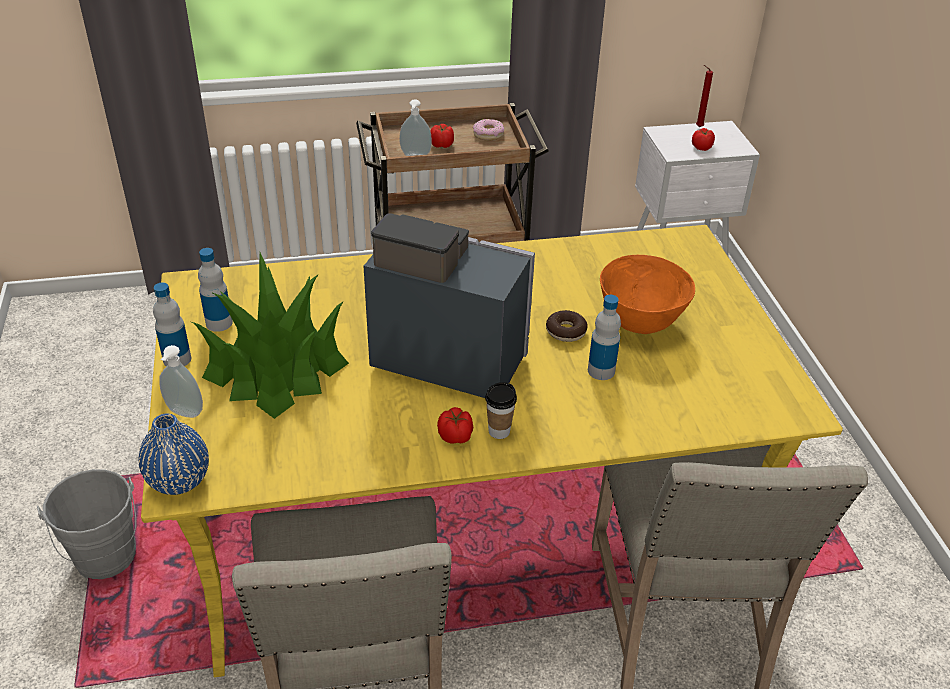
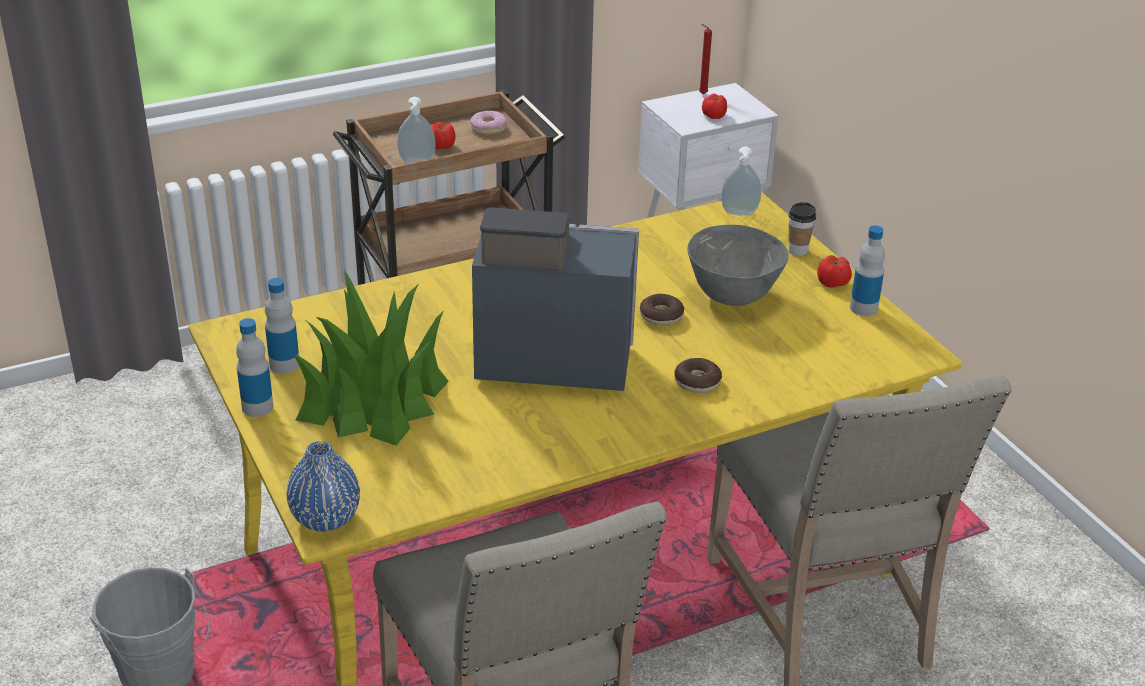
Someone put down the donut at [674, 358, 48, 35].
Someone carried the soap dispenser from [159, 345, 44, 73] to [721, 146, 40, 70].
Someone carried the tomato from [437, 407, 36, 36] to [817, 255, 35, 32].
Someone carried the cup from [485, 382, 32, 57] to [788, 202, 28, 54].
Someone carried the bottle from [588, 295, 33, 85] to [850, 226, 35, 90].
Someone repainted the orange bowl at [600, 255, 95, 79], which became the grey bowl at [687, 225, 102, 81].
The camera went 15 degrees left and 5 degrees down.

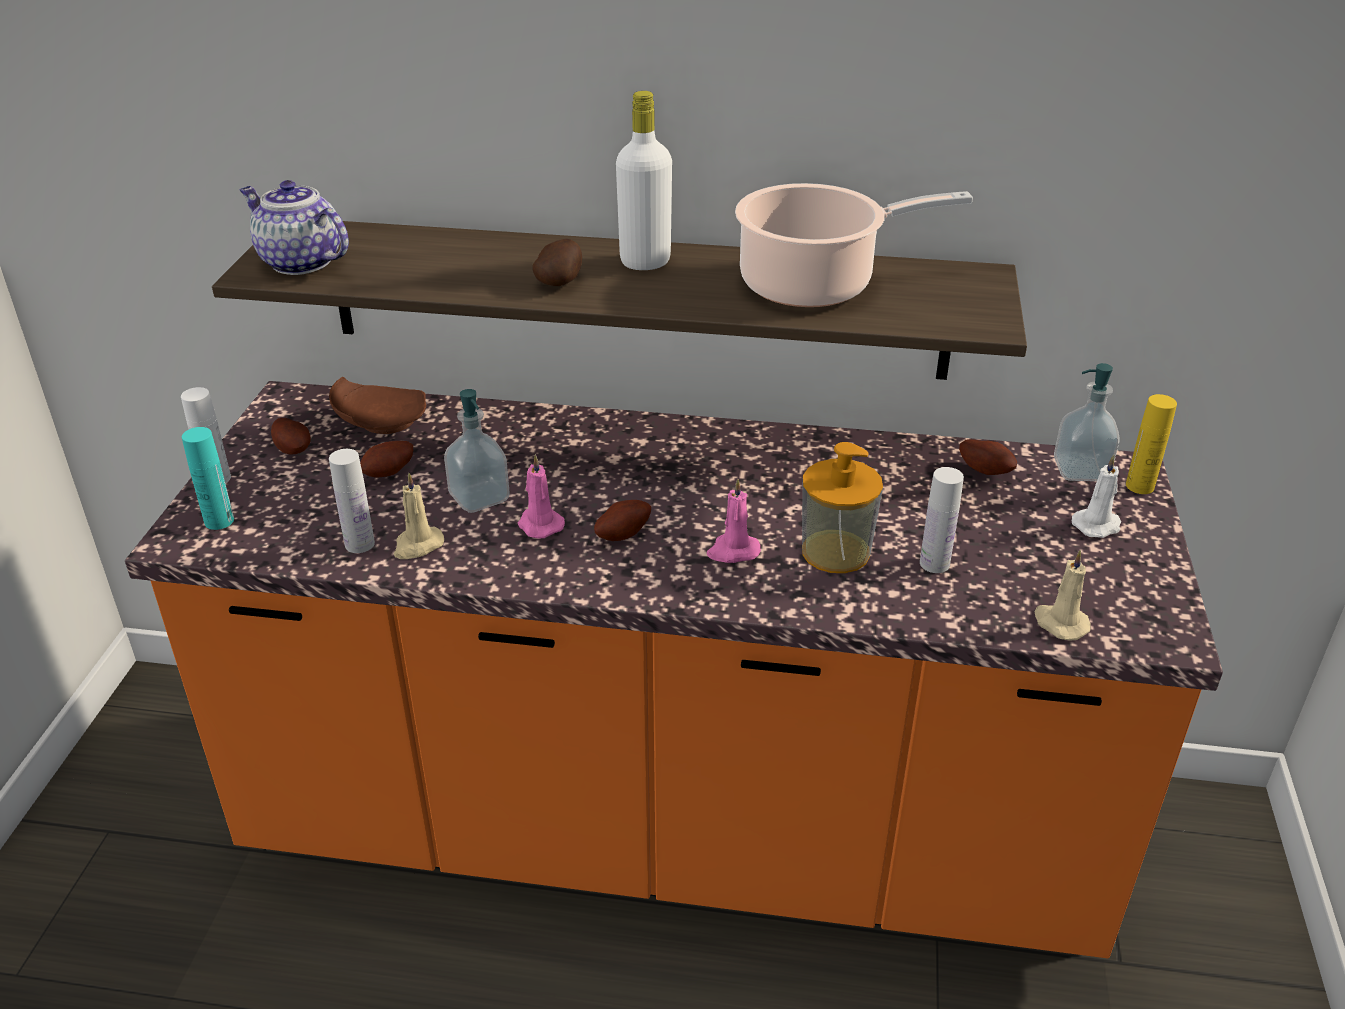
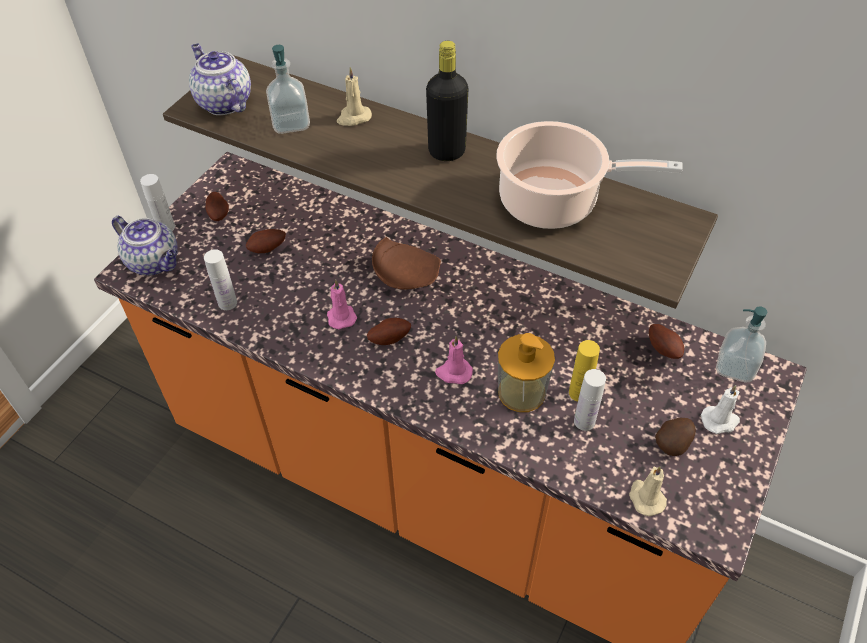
Someone carried the brown plate from [329, 377, 97, 57] to [372, 237, 69, 53].
Someone carried the beige candle from [394, 473, 50, 86] to [337, 67, 35, 59].
Someone carried the soap dispenser from [444, 389, 65, 124] to [266, 45, 44, 89].
Someone carried the potato from [532, 239, 50, 47] to [655, 418, 41, 38].
Someone carried the yellow bottle from [1126, 394, 51, 100] to [569, 340, 31, 61].
Someone swapped the turquoise bottle at [182, 427, 52, 103] for the teapot at [112, 216, 66, 60].
Someone repainted the white bottle at [616, 91, 56, 179], which became the black bottle at [426, 41, 42, 120].
The camera went 20 degrees right and 15 degrees up.

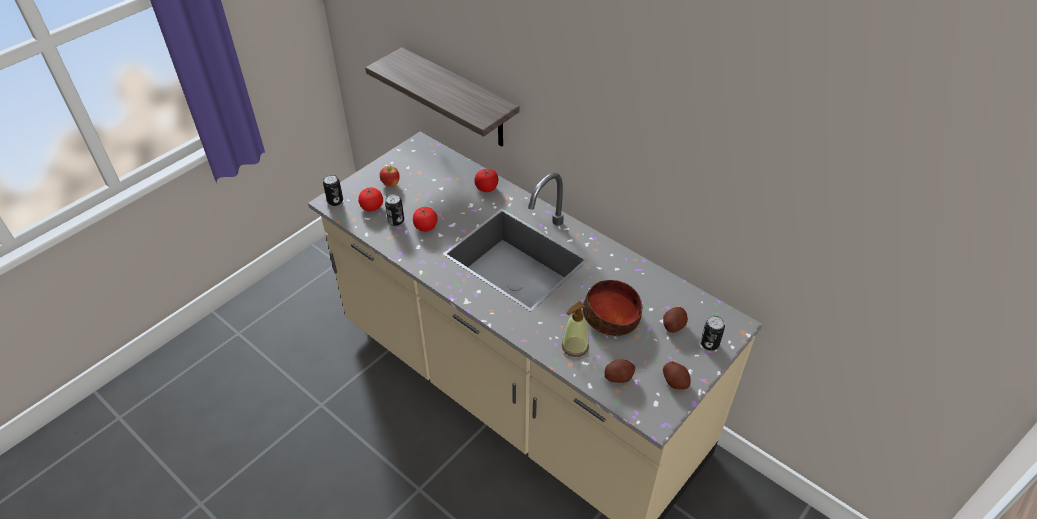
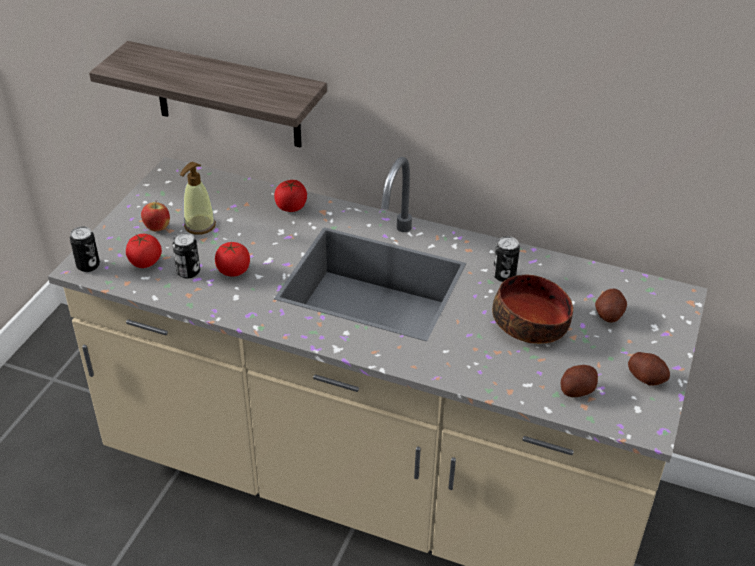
Someone carried the soap dispenser from [562, 301, 27, 56] to [180, 162, 36, 73].
Someone carried the can from [700, 316, 25, 35] to [493, 236, 27, 46].
The camera went 20 degrees left and 5 degrees down.

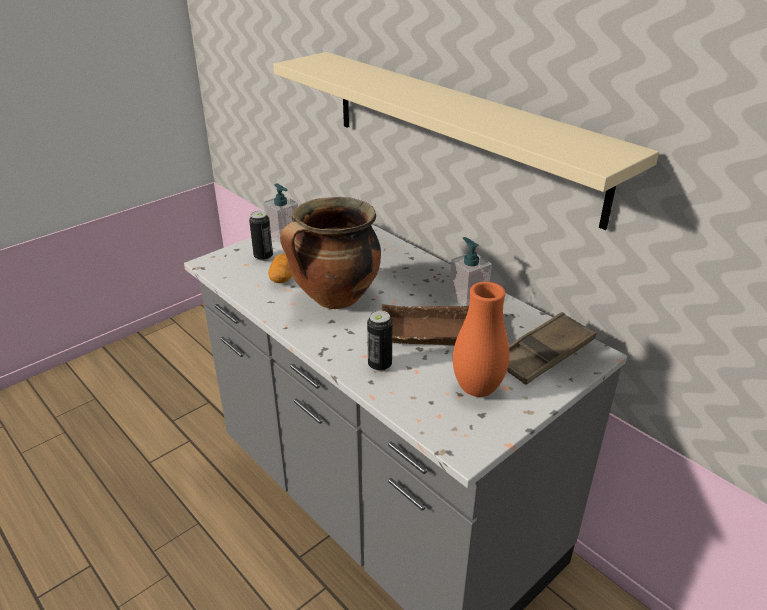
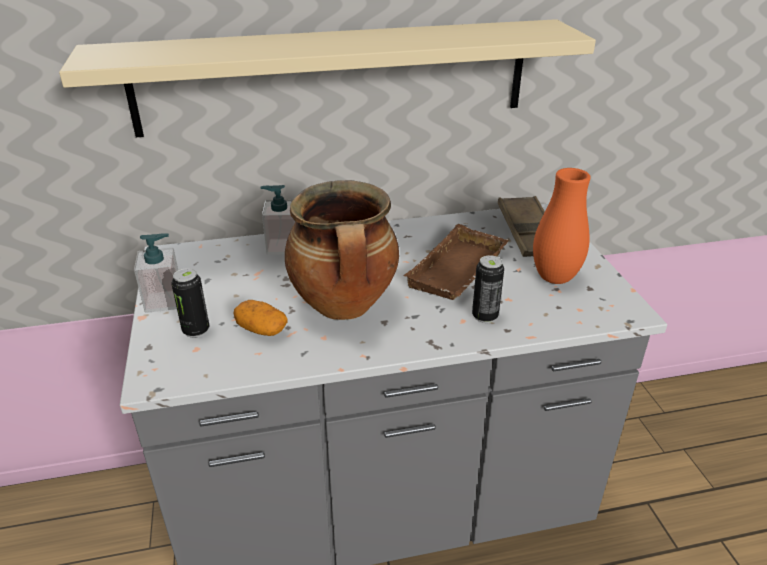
Someone carried the soap dispenser from [449, 237, 43, 69] to [260, 185, 36, 70].
The camera went 60 degrees left and 0 degrees up.

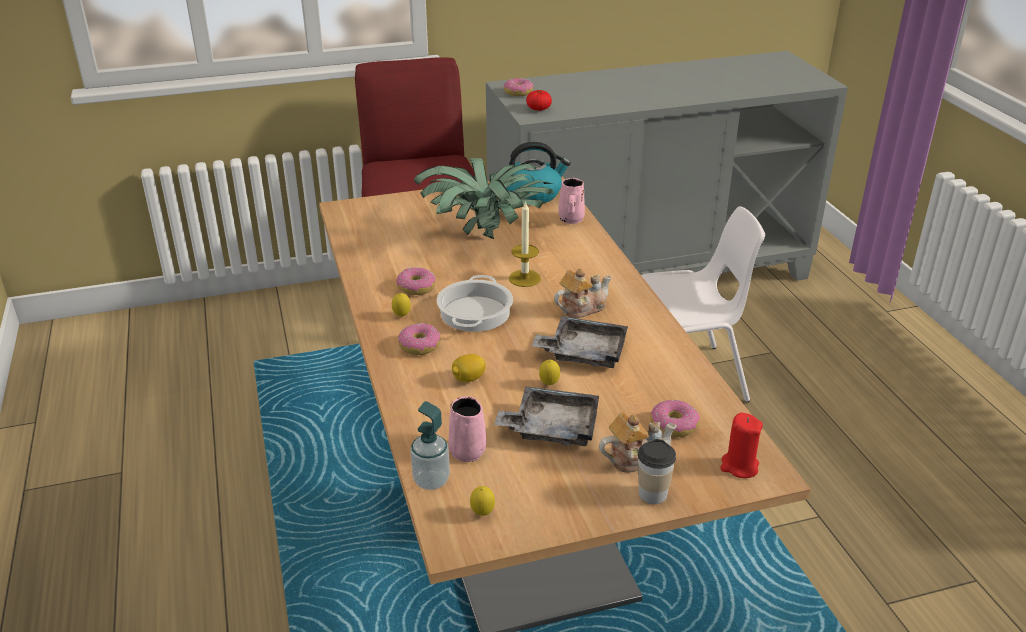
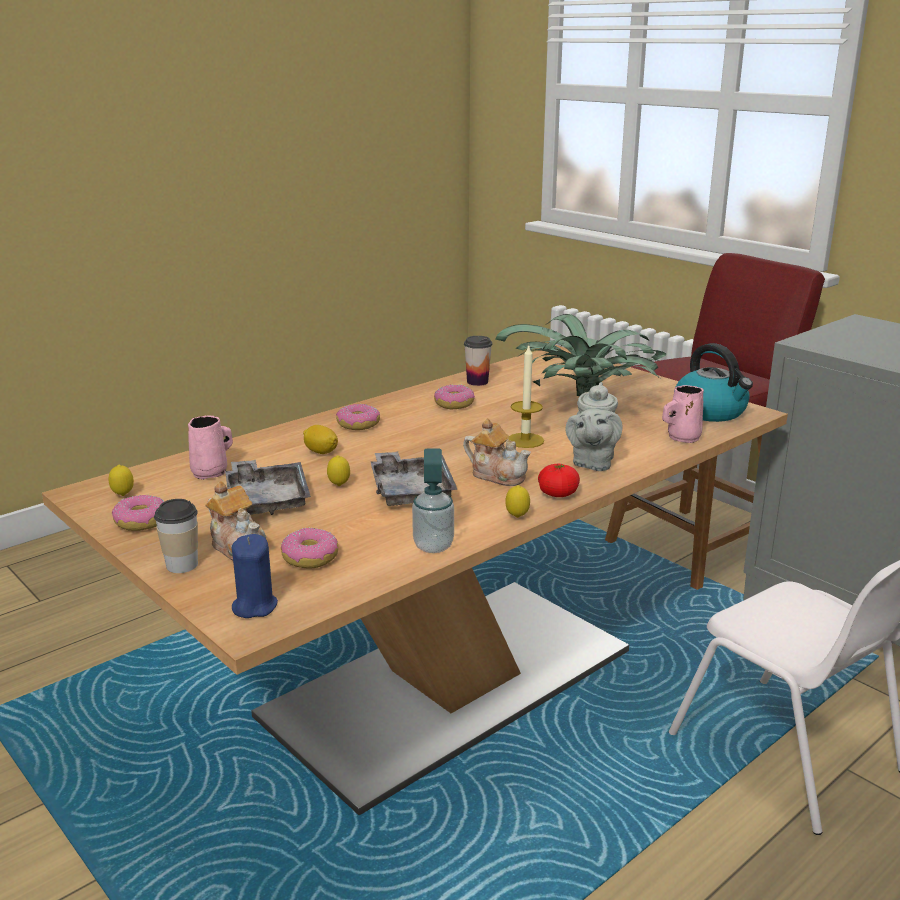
Someone took away the cooking pot at [437, 275, 76, 57].
Someone put down the cup at [464, 336, 28, 50].
Someone put down the grey teapot at [566, 382, 57, 89].
Someone carried the lemon from [392, 293, 19, 24] to [505, 485, 25, 33].
Someone carried the soap dispenser from [410, 401, 40, 89] to [412, 448, 42, 105].
Someone carried the donut from [504, 78, 30, 18] to [112, 495, 53, 36].
Someone carried the tomato from [526, 90, 26, 21] to [538, 463, 42, 34].
Someone repainted the red candle at [721, 413, 42, 65], which became the blue candle at [232, 534, 46, 84].
The camera went 65 degrees right and 10 degrees down.

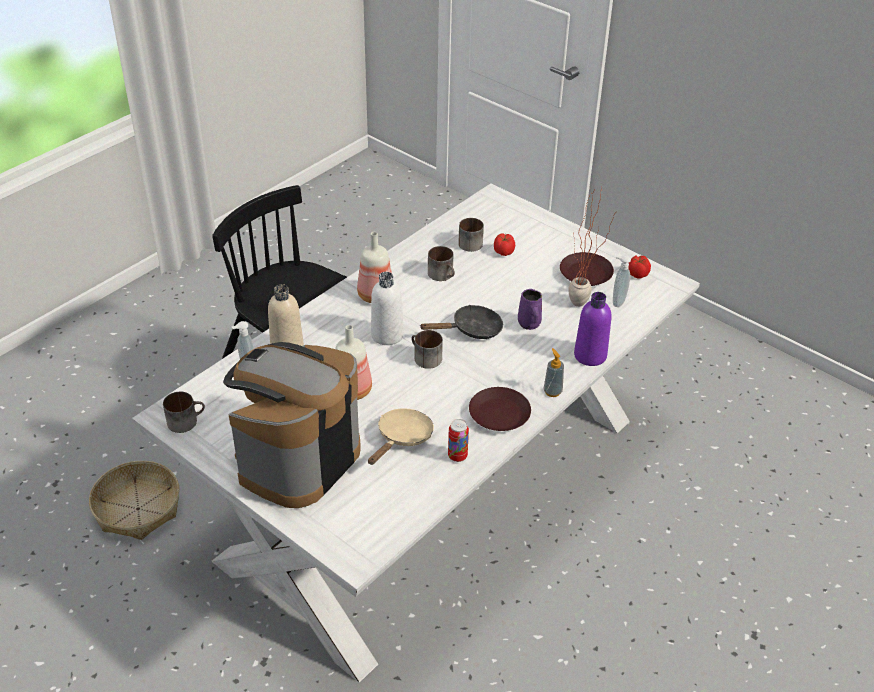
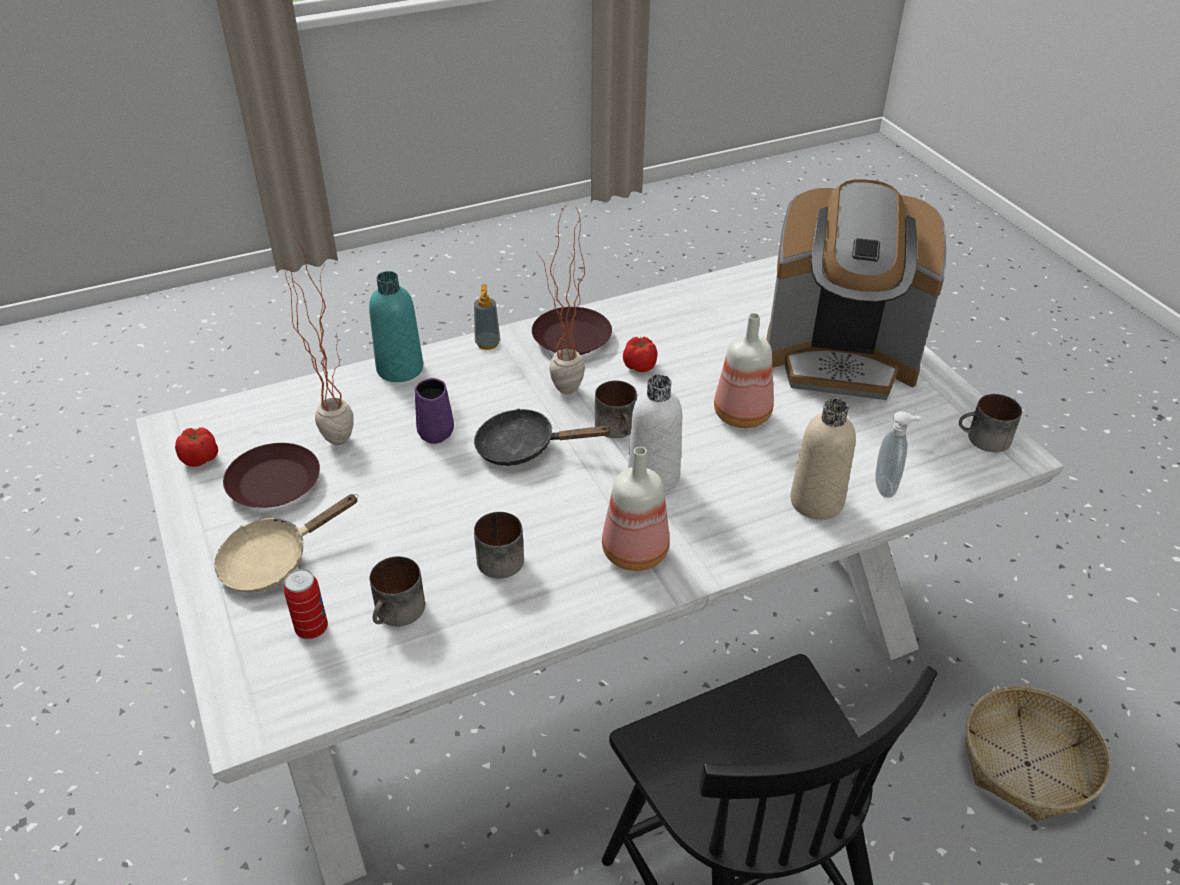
Someone took away the soap dispenser at [613, 255, 18, 52].
Someone put down the potted plant at [538, 204, 47, 190].
Someone carried the beige frying pan from [368, 408, 66, 57] to [215, 494, 143, 99].
Someone carried the can from [448, 419, 21, 43] to [283, 569, 45, 70].
Someone carried the tomato from [494, 233, 21, 23] to [623, 337, 34, 35].
Someone repainted the purple bottle at [574, 292, 37, 74], which became the turquoise bottle at [369, 271, 54, 111].
Someone rotated the coffee machine at [223, 342, 138, 166] by 45 degrees clockwise.
The camera went 155 degrees left and 0 degrees up.

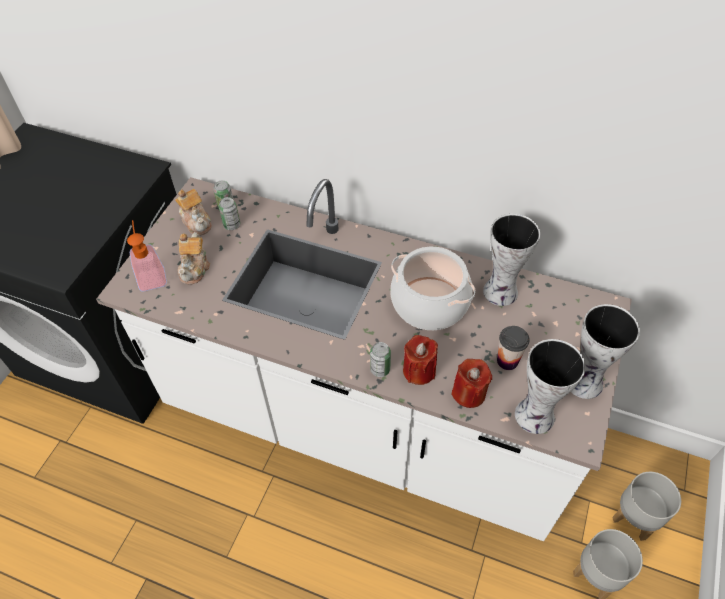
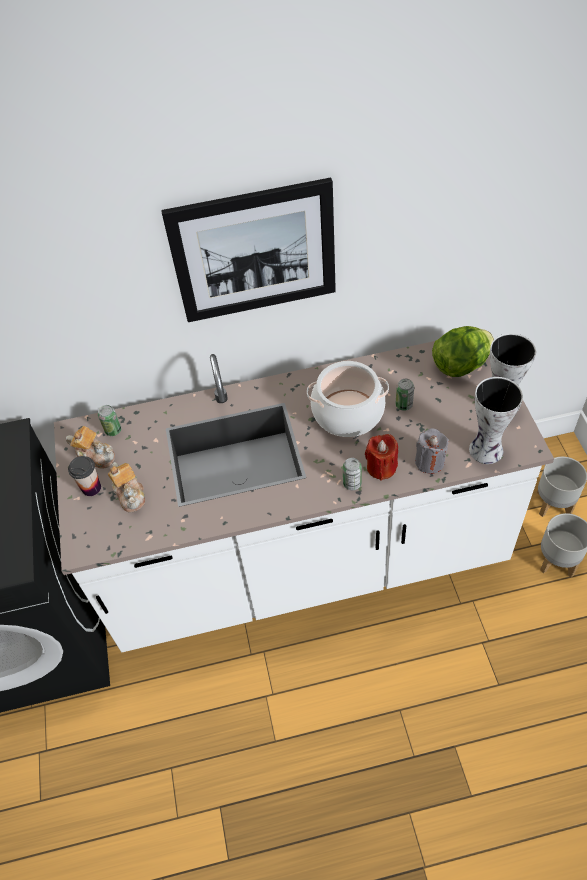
Someone took away the soap dispenser at [127, 220, 40, 71].
Someone took away the vase at [483, 214, 57, 92].
Someone put up the picture at [161, 178, 175, 144].
Someone put down the lettuce at [432, 326, 62, 51].
Someone carried the can from [219, 197, 21, 33] to [396, 379, 18, 32].
Someone carried the cup from [497, 326, 33, 44] to [68, 456, 33, 40].
Someone repainted the red candle at [451, 359, 41, 49], which became the grey candle at [415, 428, 34, 46].
The camera went 30 degrees left and 0 degrees up.

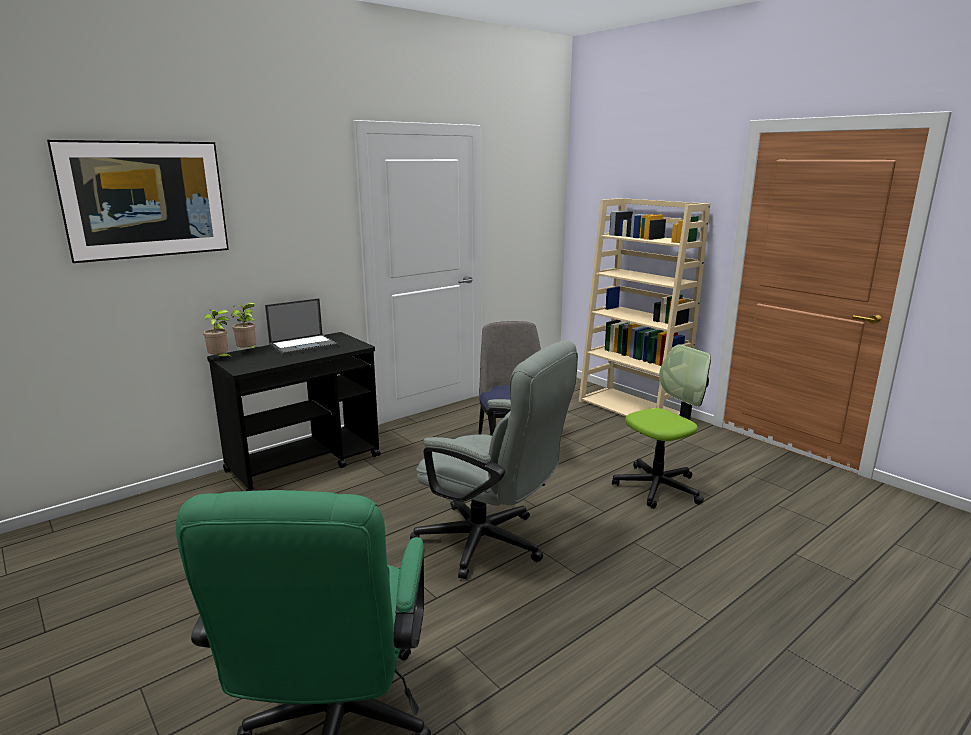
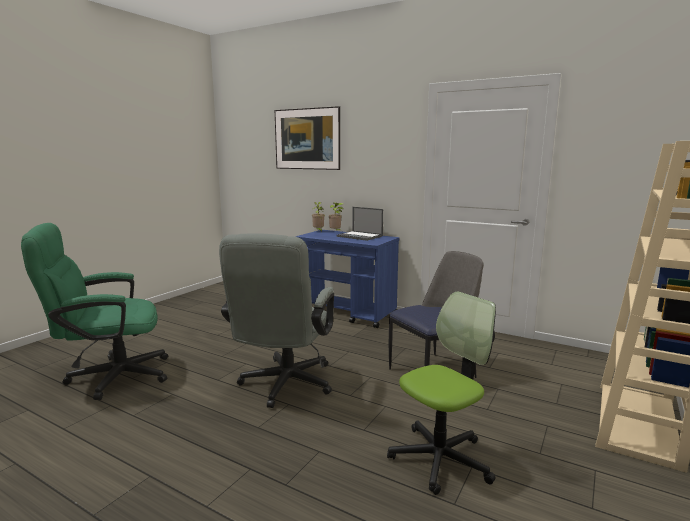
Someone repainted the black cart at [207, 332, 173, 159], which became the blue cart at [295, 230, 105, 98].
Someone rotated the office chair at [612, 344, 99, 165] by 75 degrees counterclockwise.
The camera went 70 degrees right and 5 degrees down.

